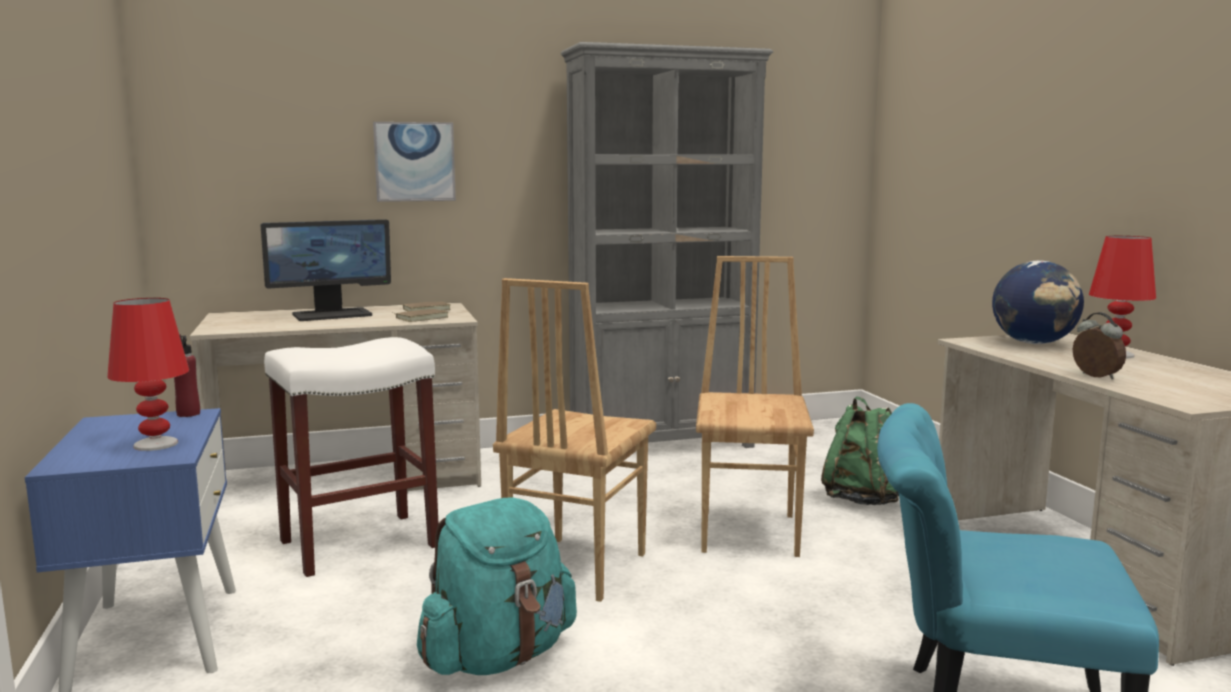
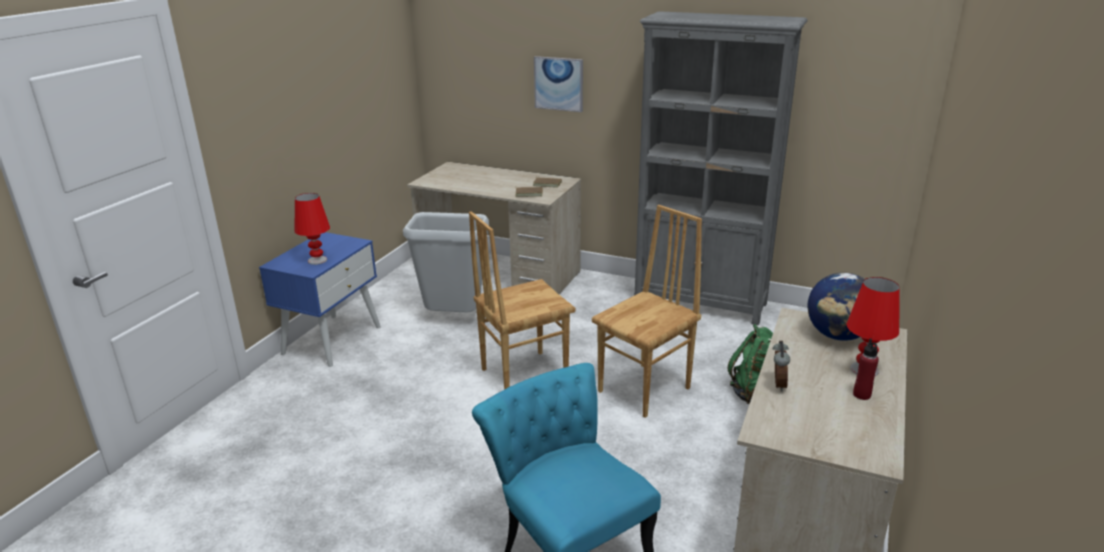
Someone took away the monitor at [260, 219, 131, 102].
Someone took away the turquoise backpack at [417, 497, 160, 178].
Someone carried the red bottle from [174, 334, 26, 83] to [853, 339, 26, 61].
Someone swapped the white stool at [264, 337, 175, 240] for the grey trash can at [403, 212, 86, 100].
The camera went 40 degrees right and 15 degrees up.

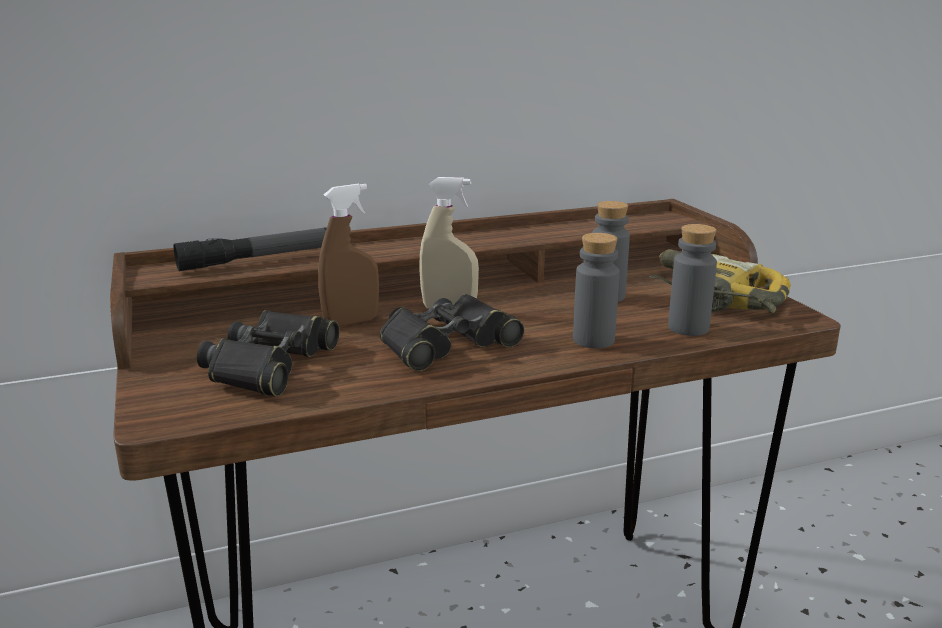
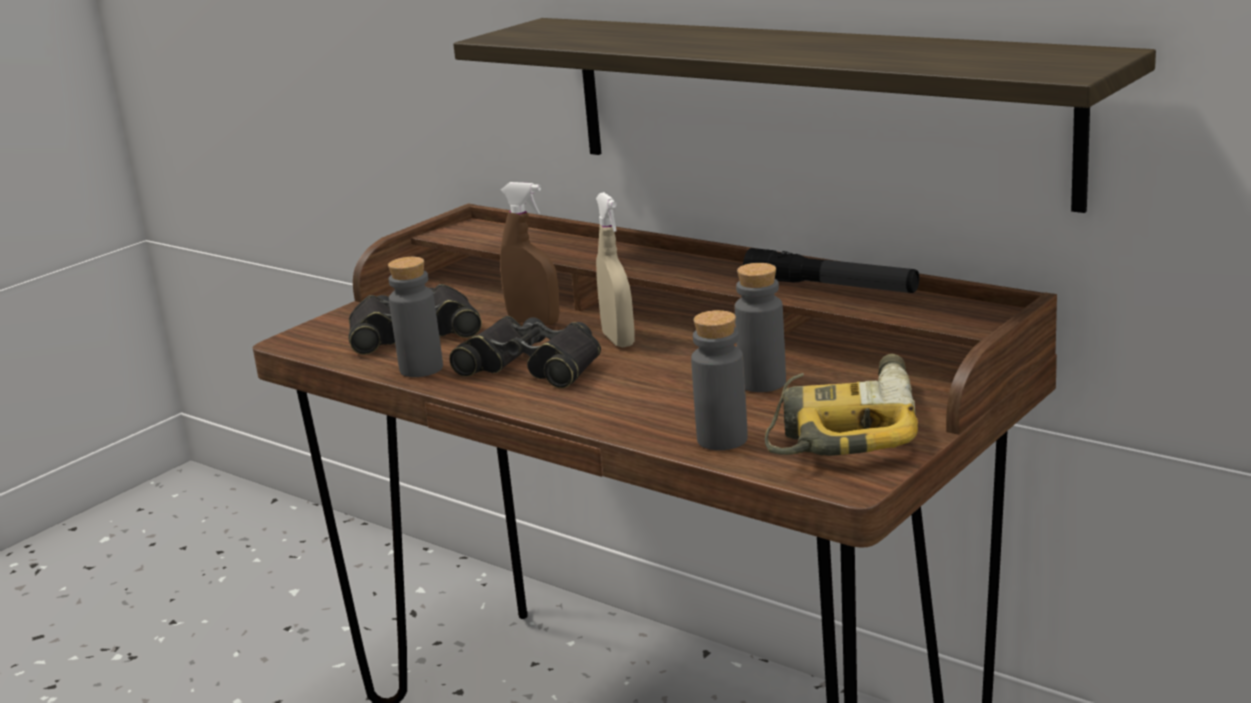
Someone put up the shelf at [453, 18, 703, 195].
Someone carried the flashlight from [174, 227, 153, 44] to [743, 248, 176, 45].
Someone carried the grey bottle from [573, 233, 47, 116] to [388, 257, 55, 120].
The camera went 60 degrees right and 0 degrees up.

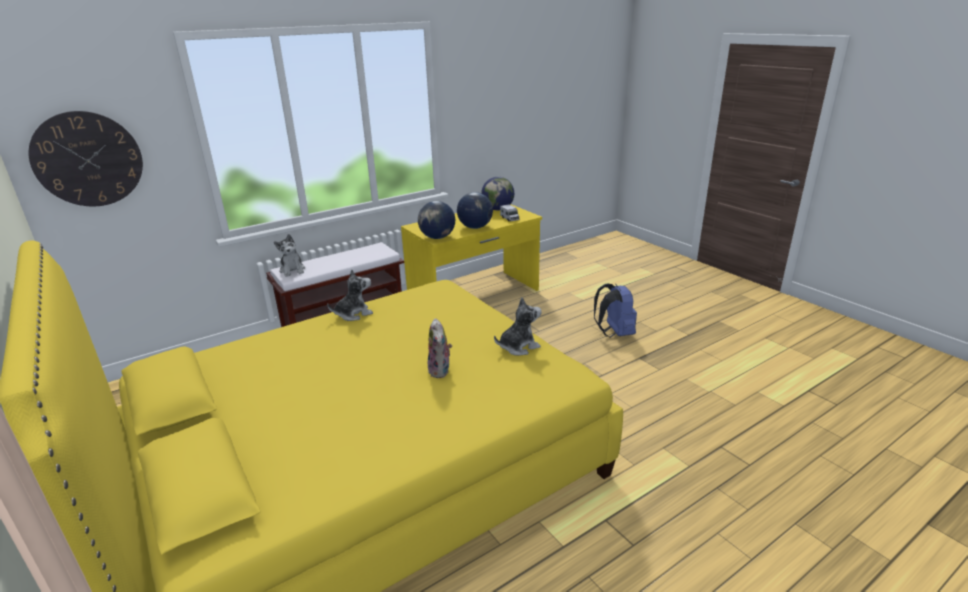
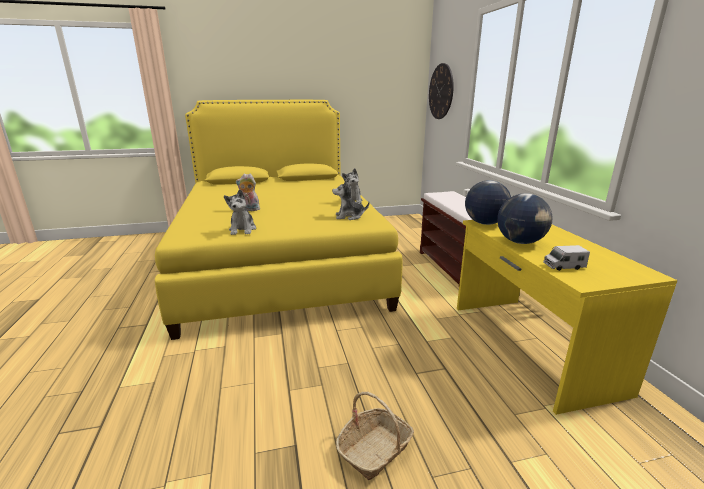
Someone took away the globe at [481, 177, 33, 33].
Someone carried the plush toy from [274, 234, 31, 43] to [332, 180, 37, 40].
Someone swapped the blue backpack at [594, 283, 43, 55] for the basket at [336, 392, 78, 88].
The camera went 110 degrees right and 5 degrees down.

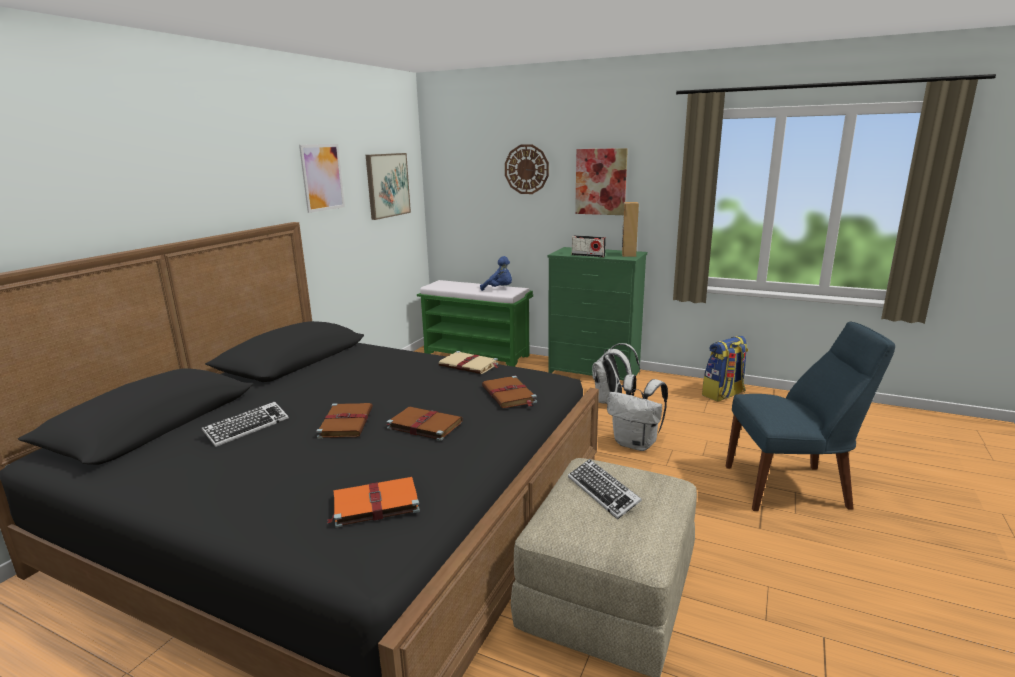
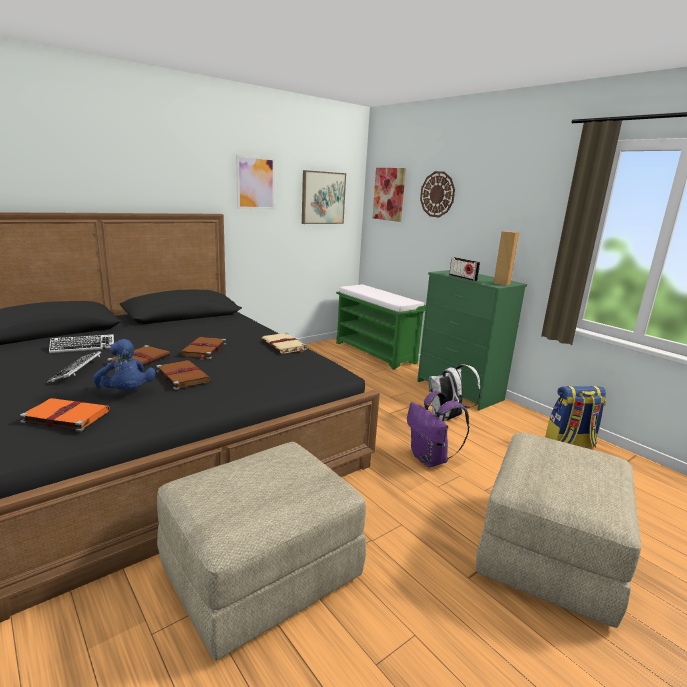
Someone carried the blue plush toy from [480, 256, 32, 35] to [93, 339, 63, 51].
Someone carried the brown book from [482, 376, 55, 32] to [179, 337, 47, 23].
Someone carried the keyboard from [568, 459, 74, 61] to [47, 351, 54, 33].
Someone carried the picture from [575, 148, 53, 67] to [372, 168, 34, 54].
Someone swapped the blue chair at [726, 322, 169, 189] for the beige ottoman at [476, 433, 165, 195].
Someone repainted the white backpack at [607, 374, 61, 77], which became the purple backpack at [407, 391, 63, 76].
The camera went 25 degrees right and 0 degrees up.

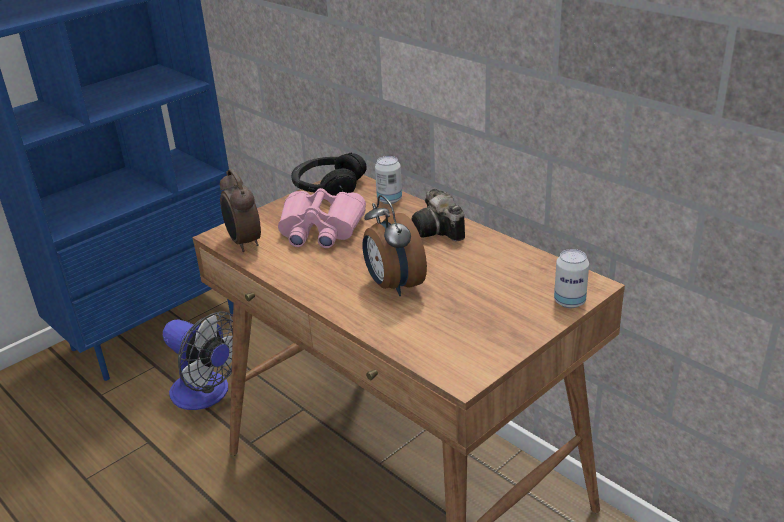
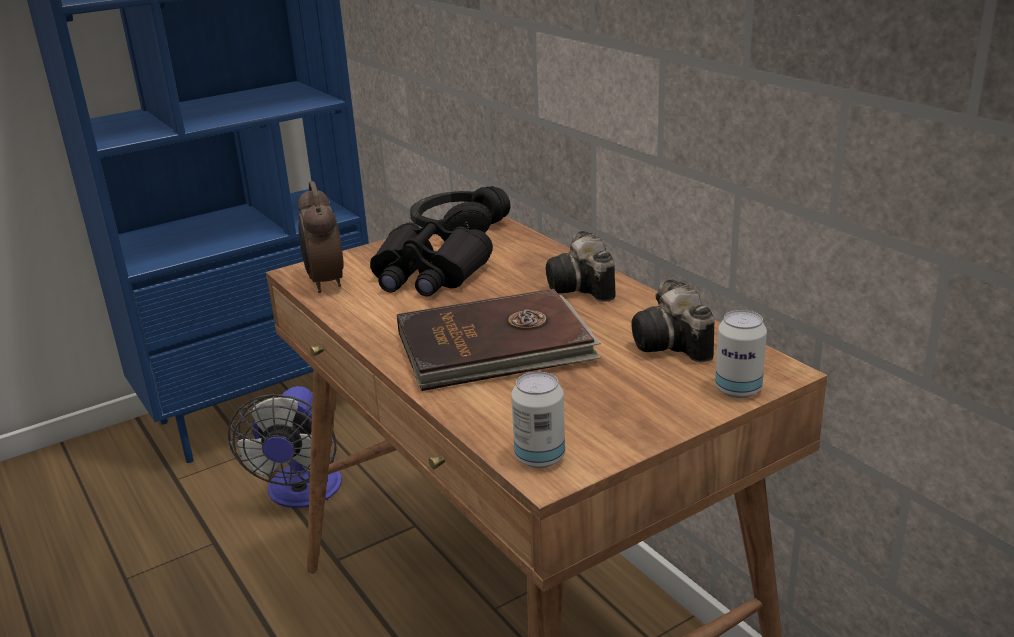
Someone put down the photo camera at [631, 279, 83, 84].
Someone carried the can from [375, 156, 27, 48] to [511, 372, 54, 96].
Someone swapped the alarm clock at [362, 195, 65, 101] for the brown book at [397, 289, 204, 102].
Someone repainted the pink binoculars at [278, 188, 88, 60], which became the black binoculars at [370, 220, 123, 76].
Someone rotated the fan at [163, 311, 70, 99] by 45 degrees clockwise.
The camera went 10 degrees right and 5 degrees down.

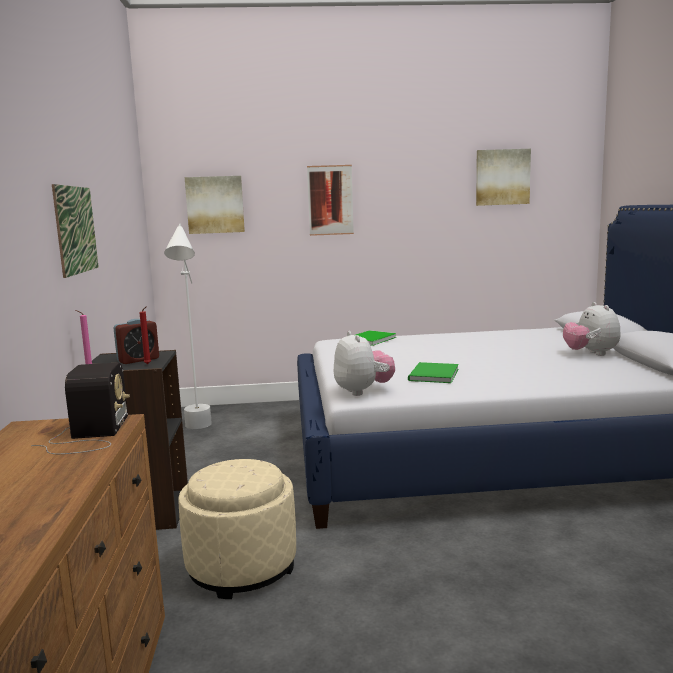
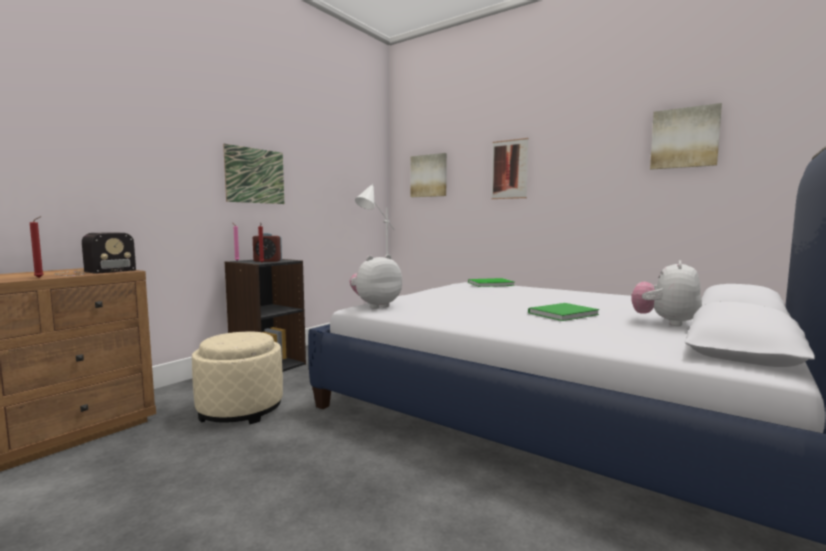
Someone put down the red candle at [30, 216, 14, 62].
Someone carried the green book from [408, 362, 51, 21] to [528, 303, 71, 18].
Someone rotated the plush toy at [334, 331, 61, 65] by 150 degrees counterclockwise.
The camera went 40 degrees right and 5 degrees down.

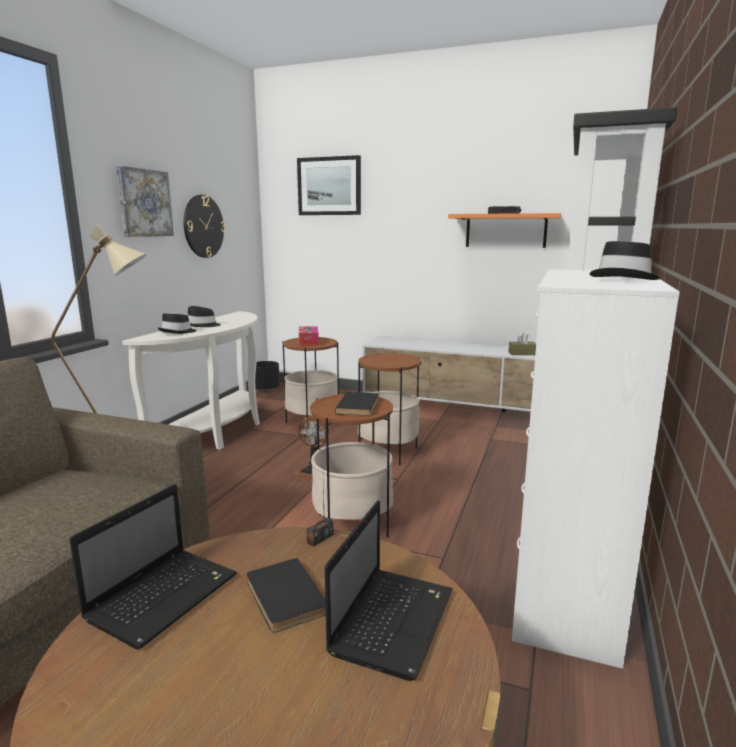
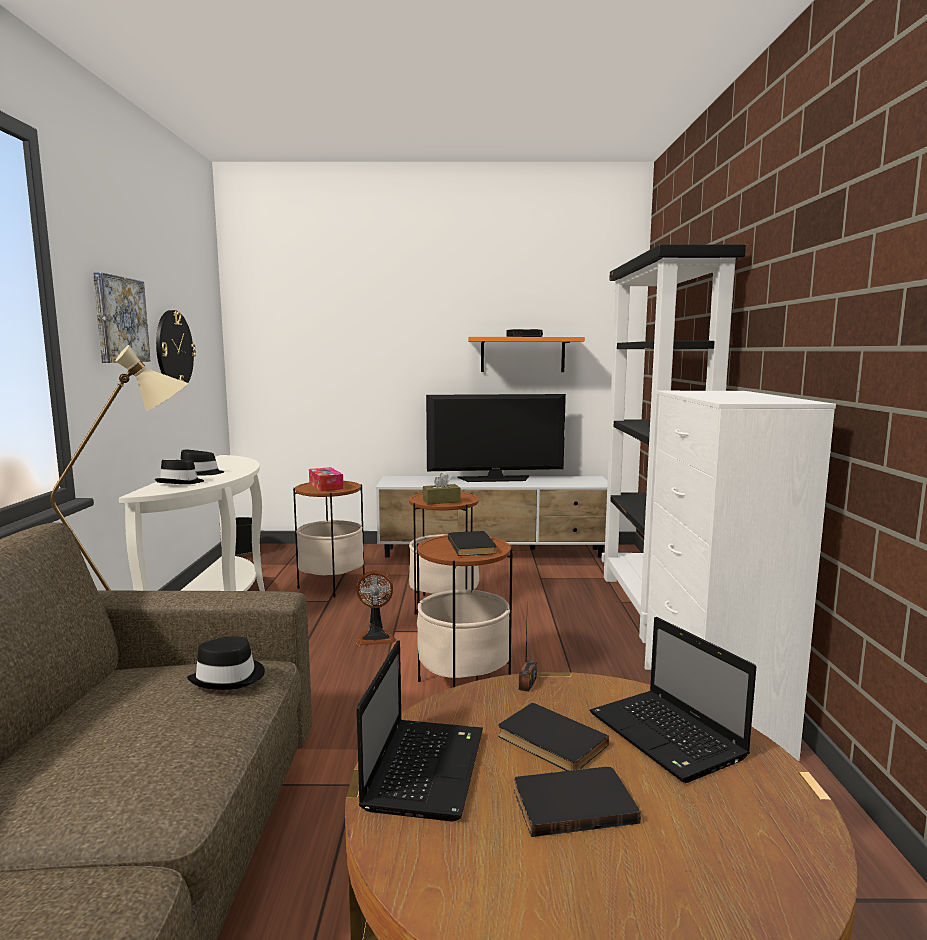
Someone took away the picture at [297, 155, 64, 60].
Someone put down the television at [426, 394, 140, 88].
Someone put down the black book at [514, 767, 127, 70].
Someone carried the brown tissue box from [509, 333, 27, 22] to [423, 473, 37, 31].
Someone carried the black hat from [589, 241, 71, 39] to [187, 636, 78, 54].
Someone rotated the laptop at [325, 500, 128, 181] by 150 degrees clockwise.
The camera went 20 degrees left and 5 degrees down.

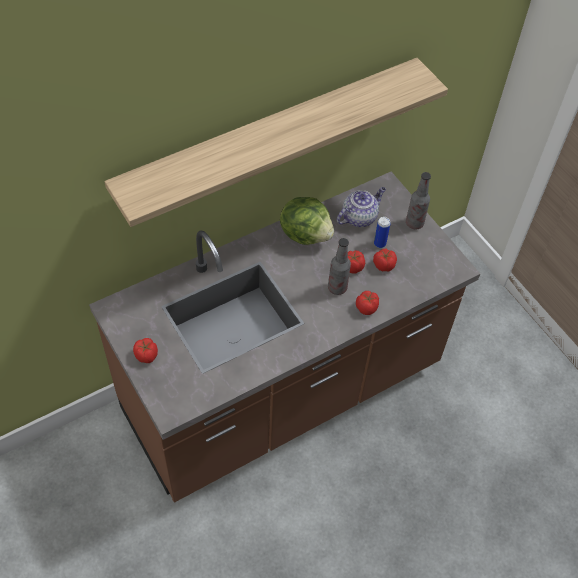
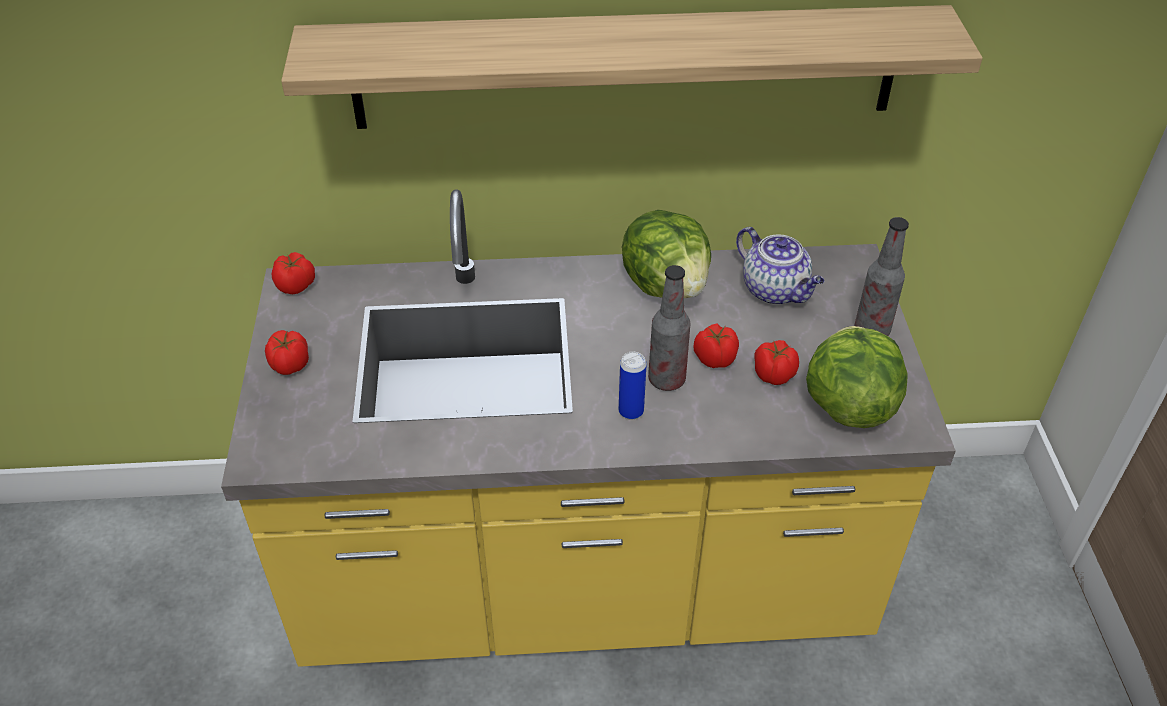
Someone put down the lettuce at [806, 326, 102, 102].
Someone carried the tomato from [356, 291, 23, 24] to [271, 252, 44, 42].
Someone carried the can from [374, 217, 17, 31] to [619, 351, 28, 69].
Someone repainted the brown counter at [89, 172, 391, 330], which became the yellow counter at [221, 189, 735, 478].
Someone rotated the teapot at [337, 187, 49, 40] by 60 degrees clockwise.
The camera went 30 degrees right and 10 degrees down.

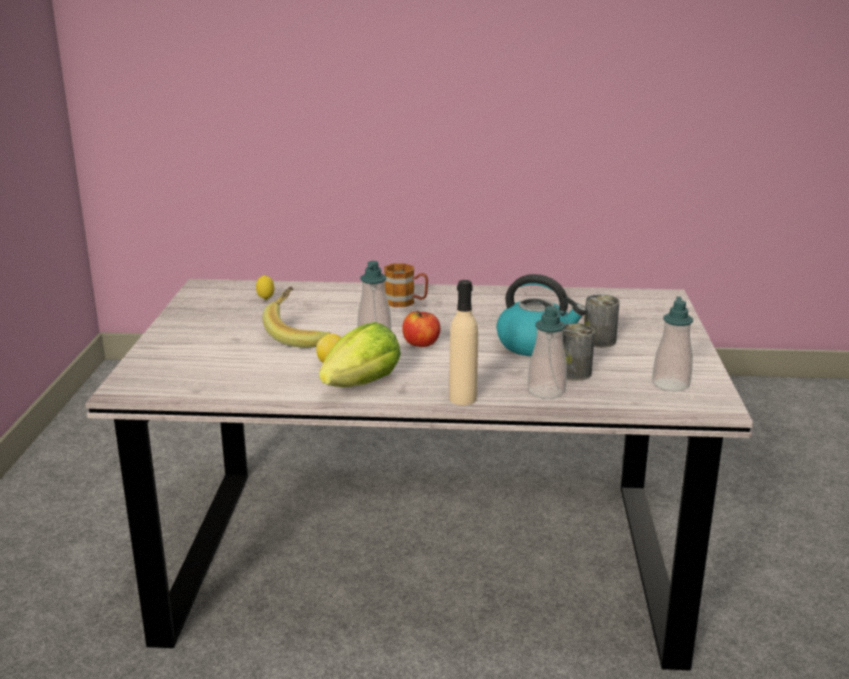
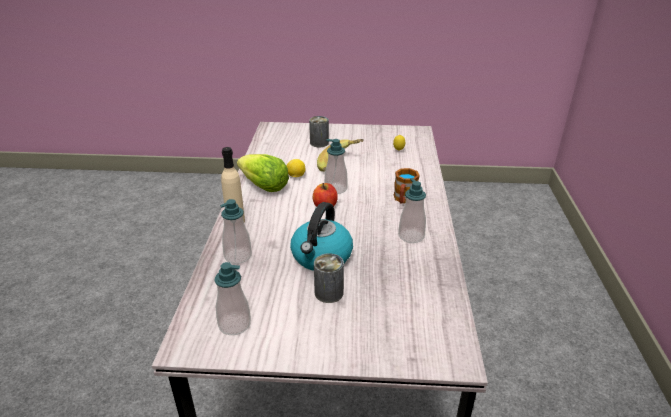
Someone put down the soap dispenser at [398, 178, 28, 65].
Someone carried the can from [563, 323, 32, 58] to [309, 116, 20, 31].
The camera went 90 degrees right and 10 degrees up.

